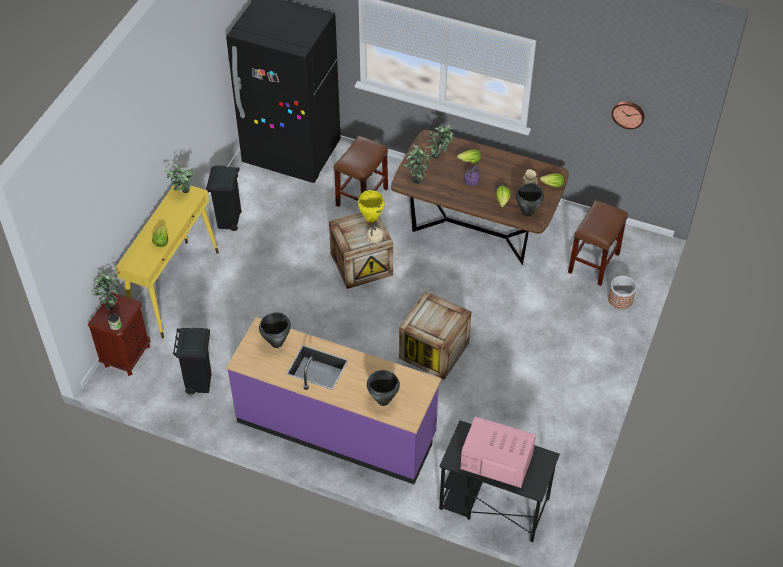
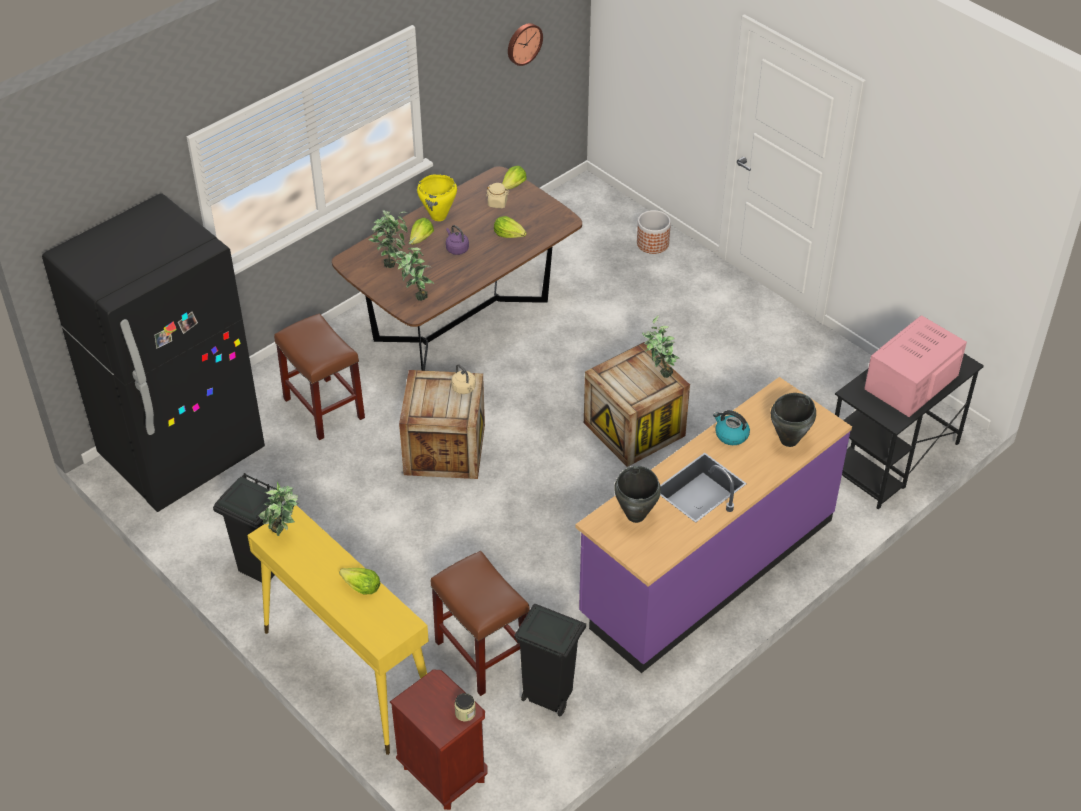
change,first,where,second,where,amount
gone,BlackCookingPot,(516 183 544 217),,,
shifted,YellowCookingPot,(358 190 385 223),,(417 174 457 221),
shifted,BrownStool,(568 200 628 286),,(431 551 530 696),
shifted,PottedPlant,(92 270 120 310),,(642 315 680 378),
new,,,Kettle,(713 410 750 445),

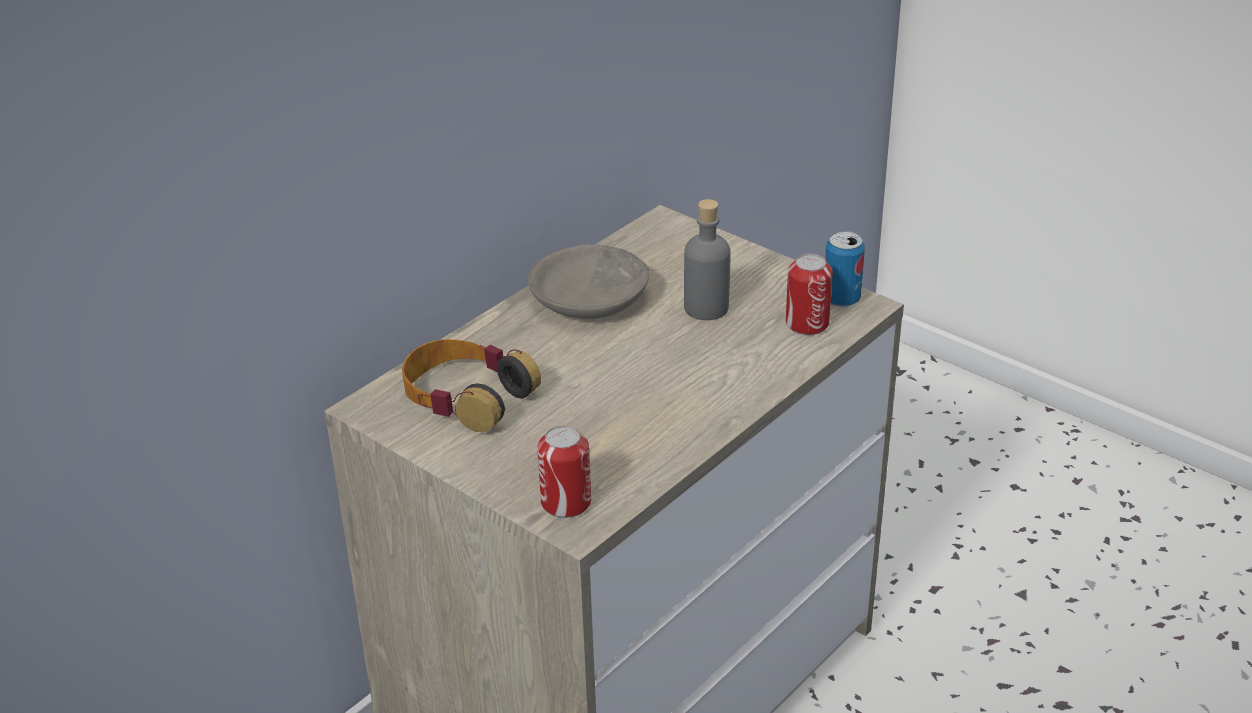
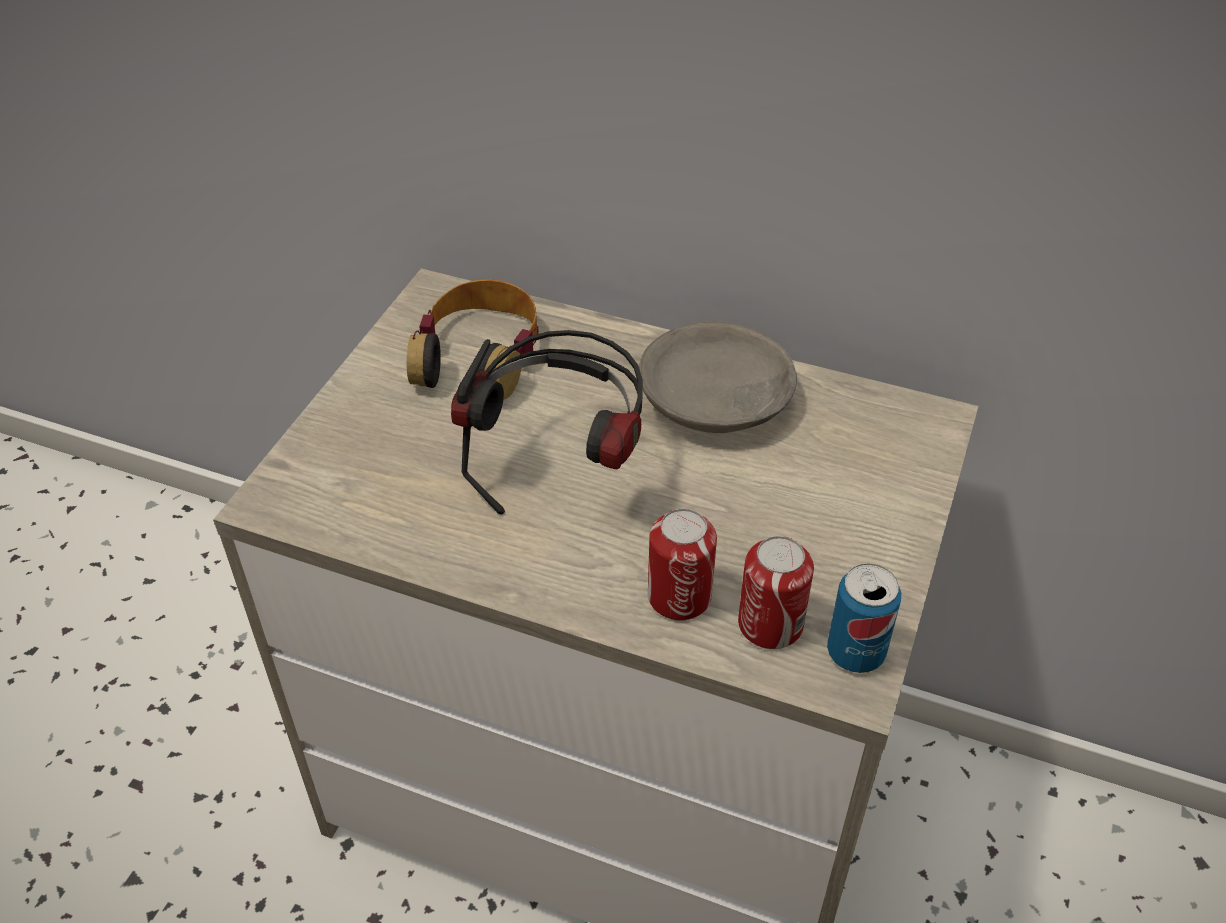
change,first,where,second,where,amount
gone,GreyBottle,(684 199 730 320),,,
shifted,Can,(537 425 591 518),,(648 509 717 621),
new,,,Headphones,(451 330 643 514),

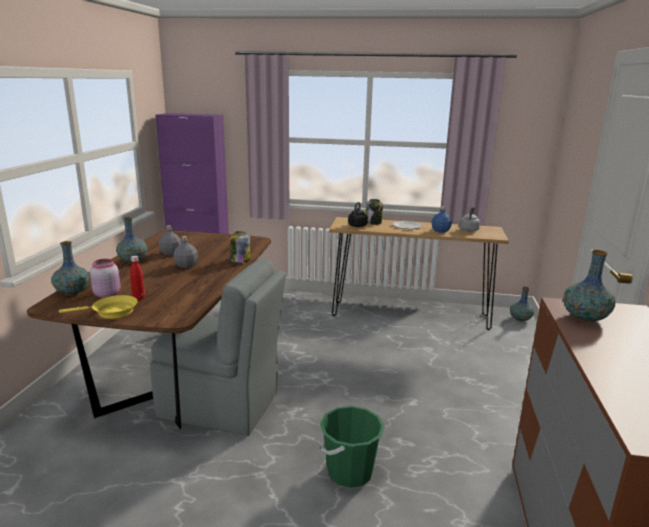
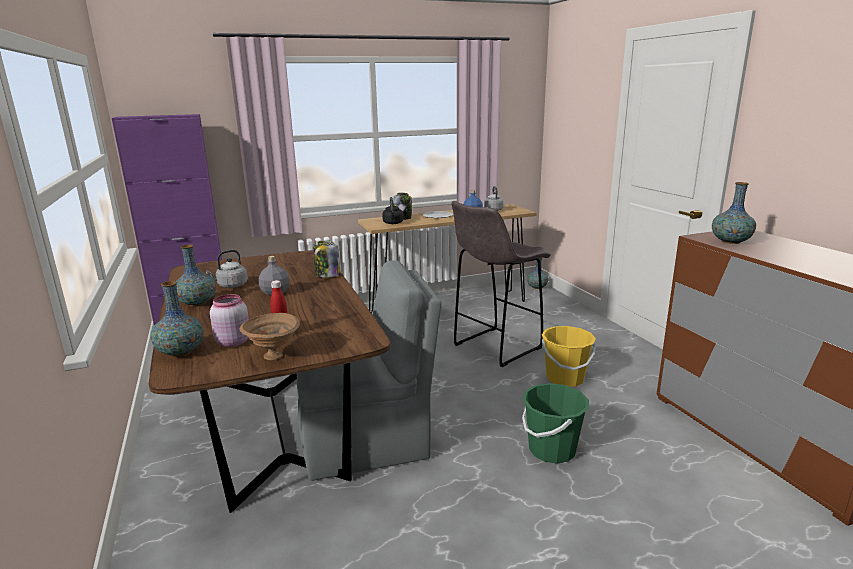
change,first,where,second,where,amount
swapped,GreyBottle,(158 225 182 255),GreyKettle,(206 250 248 288),
swapped,YellowFryingPan,(59 295 137 319),BrownBowl,(240 313 300 360),
new,,,GreyStool,(452 201 551 367),
new,,,YellowBucket,(542 326 596 387),

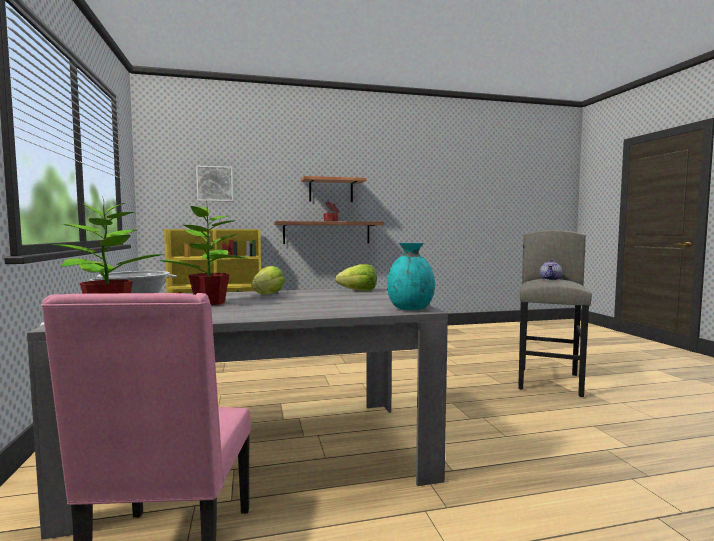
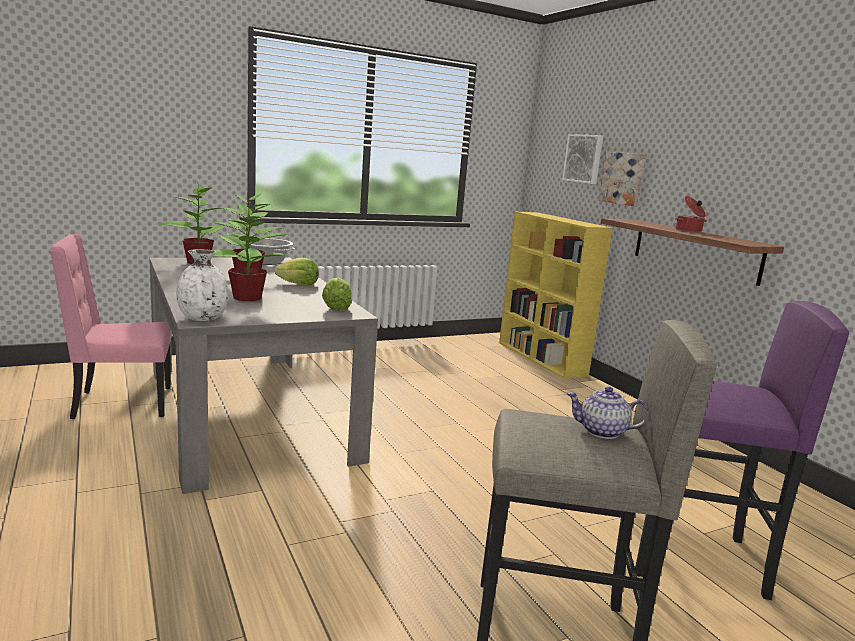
change,first,where,second,where,amount
gone,Shelf,(301 176 367 202),,,
repainted,TurquoiseVase,(387 243 435 310),WhiteVase,(176 249 229 321),
new,,,Picture,(599 152 646 206),
new,,,PottedPlant,(213 199 285 301),
new,,,PurpleStool,(635 301 849 600),

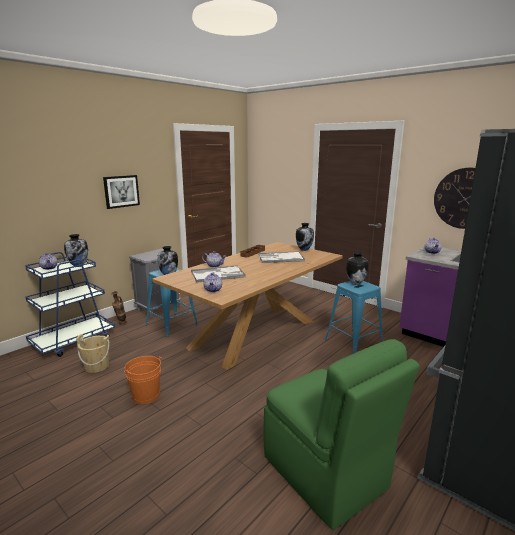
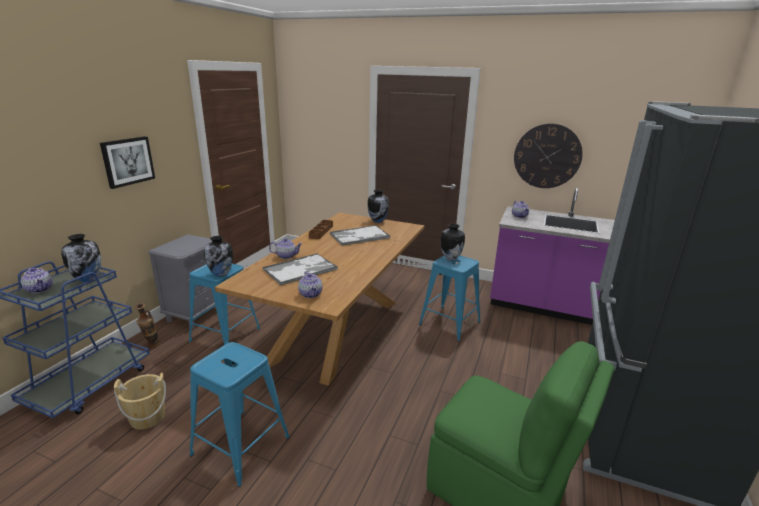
change,first,where,second,where,amount
swapped,OrangeBucket,(124 356 161 404),BlueStool,(190 342 290 487),

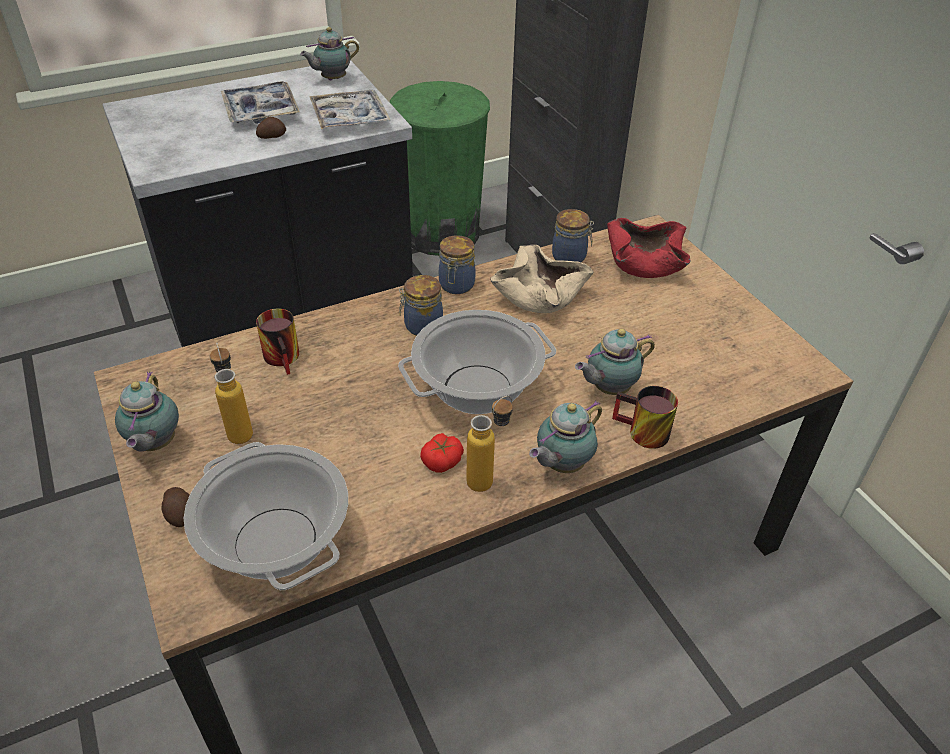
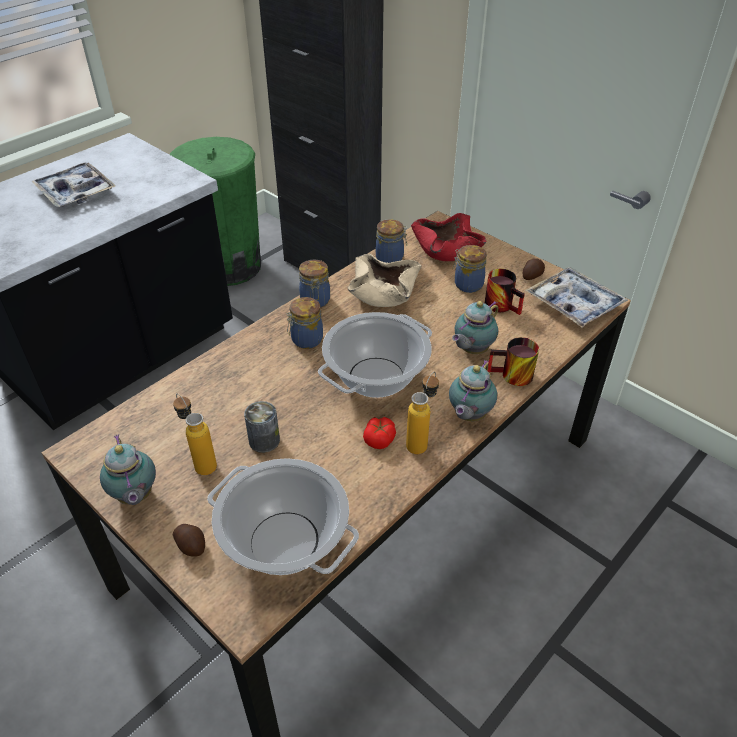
change,first,where,second,where,amount
gone,Teapot,(300 27 359 80),,,
shifted,Tray,(309 90 391 129),,(525 267 628 328),
shifted,Potato,(256 117 286 139),,(523 258 545 280),
shifted,Mug,(256 308 299 375),,(485 269 525 315),
new,,,Jar,(453 245 487 293),
new,,,Can,(244 401 280 453),

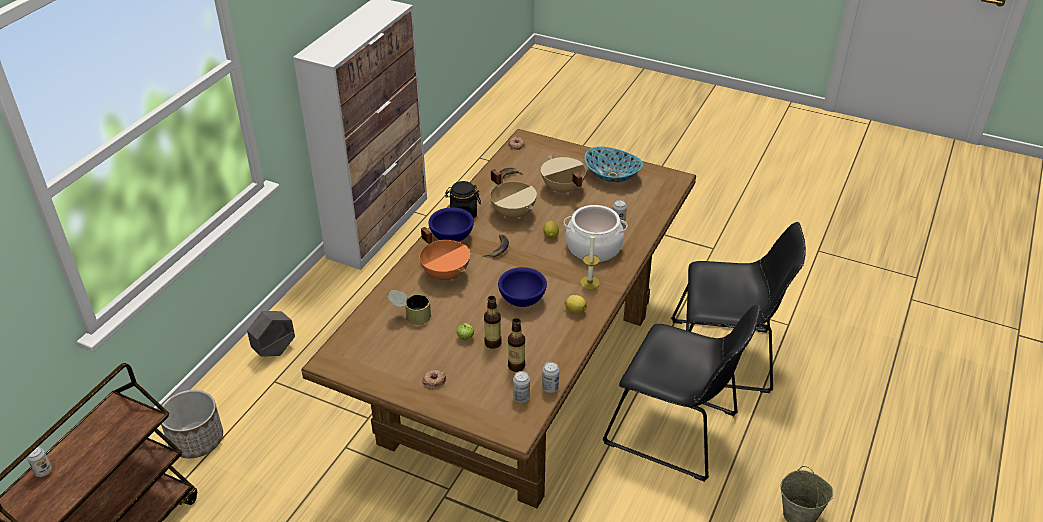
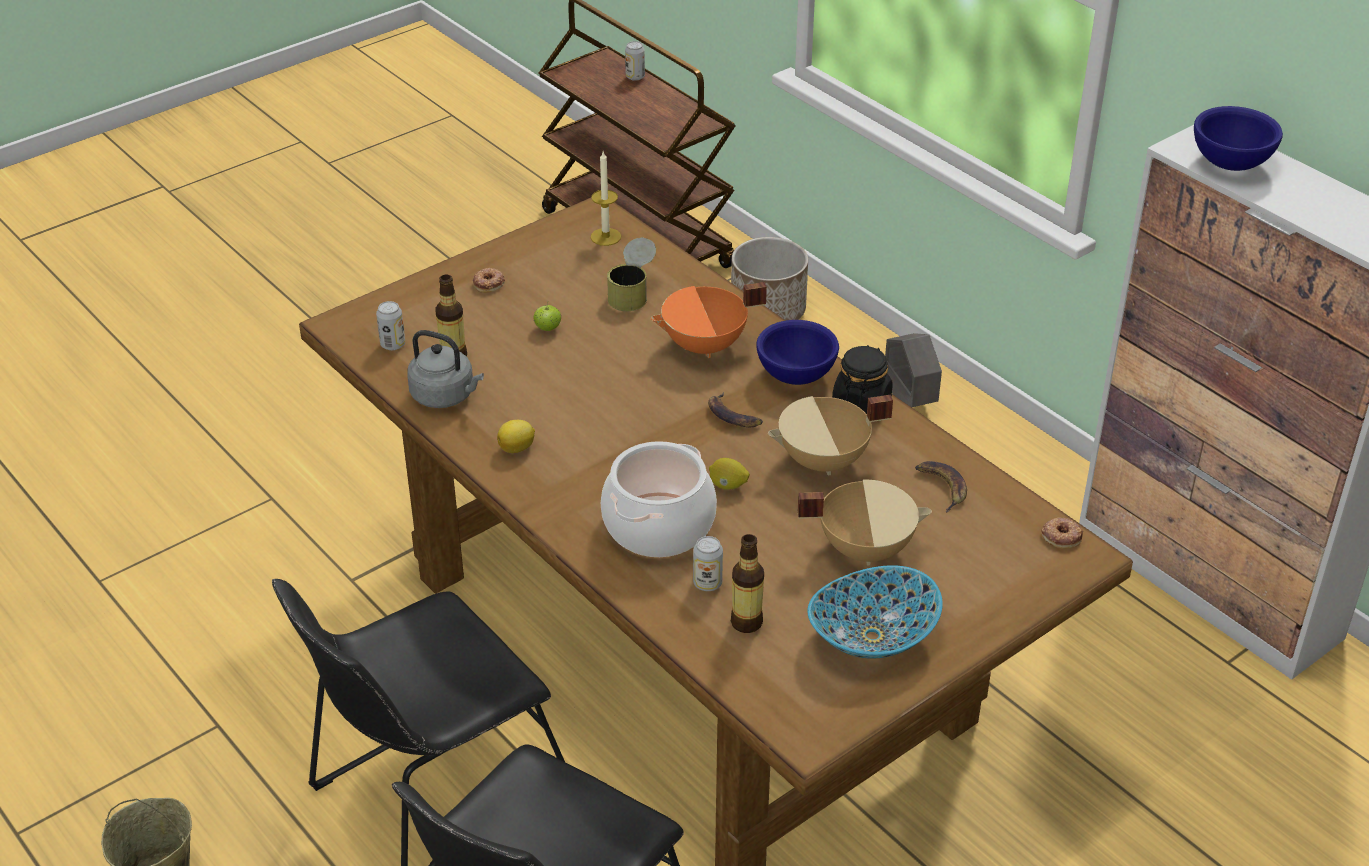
change,first,where,second,where,amount
shifted,Candle,(580 233 600 289),,(591 152 621 246),
shifted,BlueBowl,(498 267 547 307),,(1194 106 1283 171),
shifted,Bottle,(484 296 502 349),,(731 534 764 633),
gone,Can,(542 362 559 393),,,
new,,,GreyKettle,(407 330 484 408),

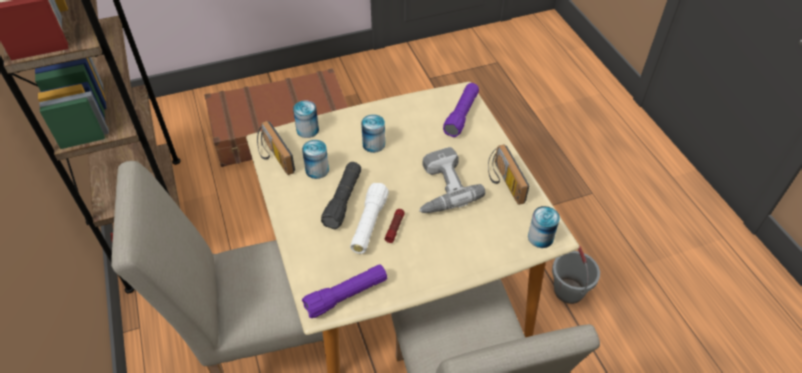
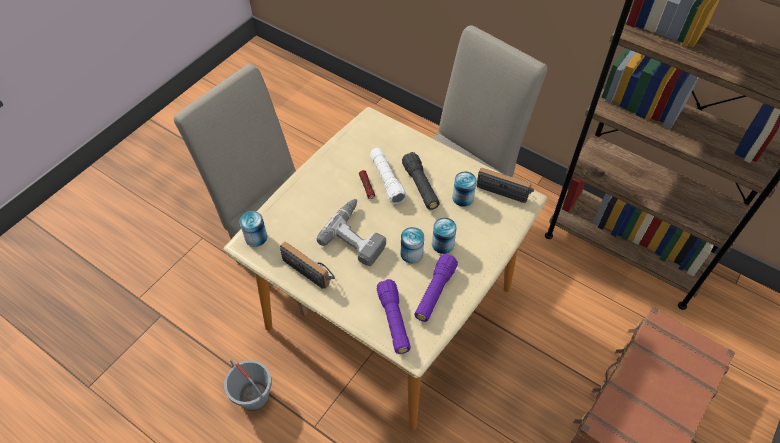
change,first,where,second,where,amount
shifted,Can,(293 100 319 138),,(401 227 424 263),
shifted,PurpleFlashlight,(302 264 387 318),,(414 254 458 322),

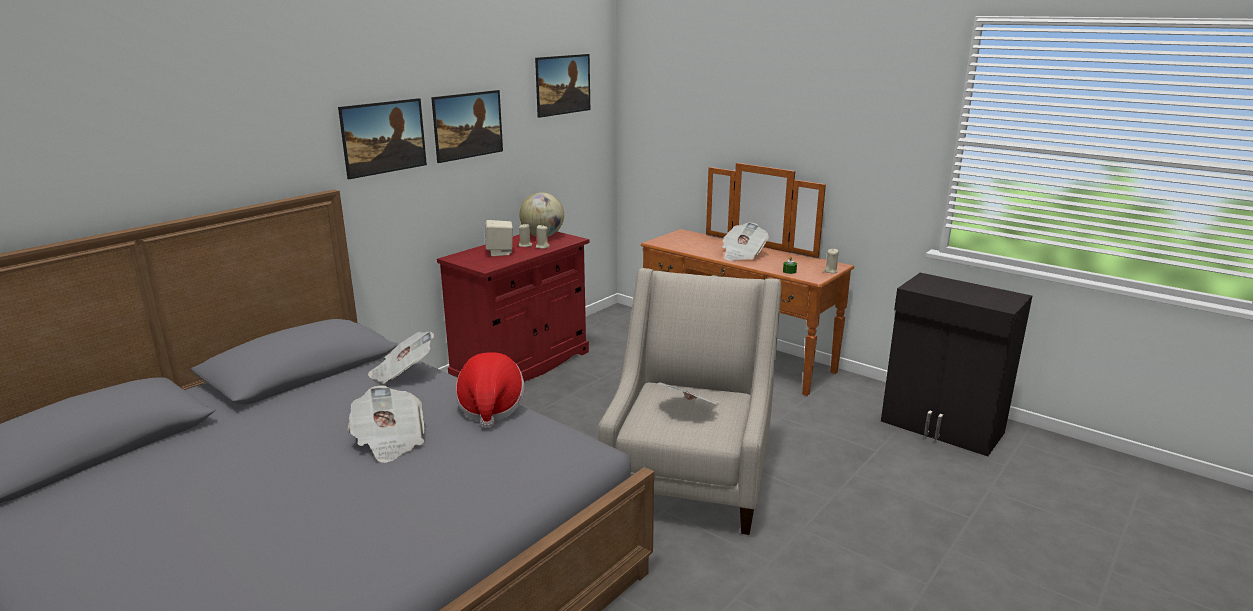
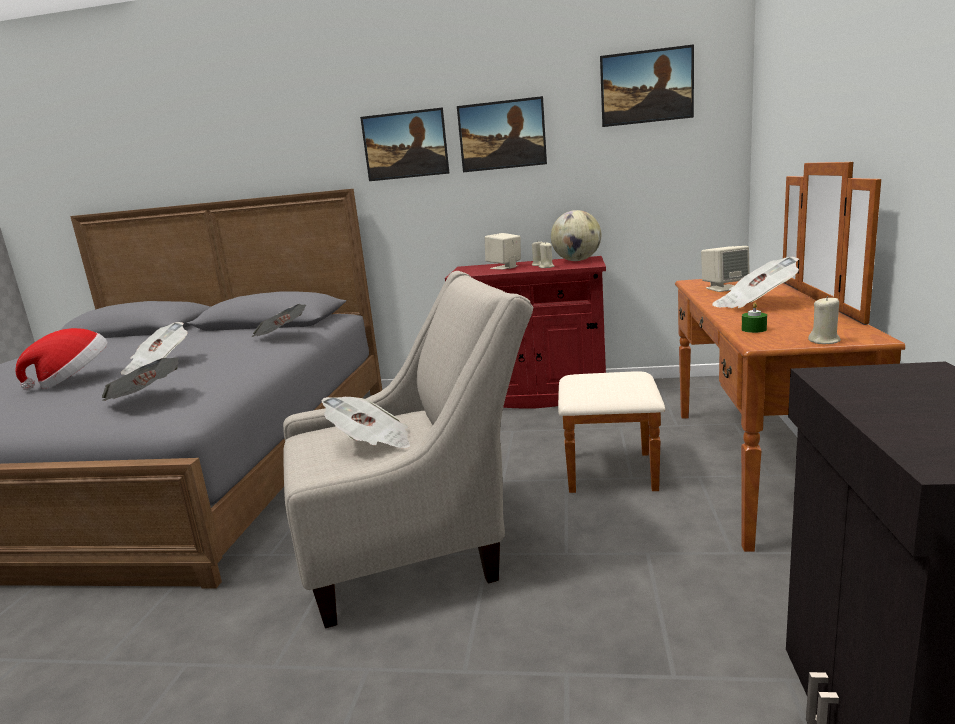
change,first,where,second,where,amount
shifted,Hat,(456 352 525 428),,(15 328 108 390),
new,,,BeigeSpeaker,(701 246 750 292),
new,,,Newspaper,(102 357 179 401),

